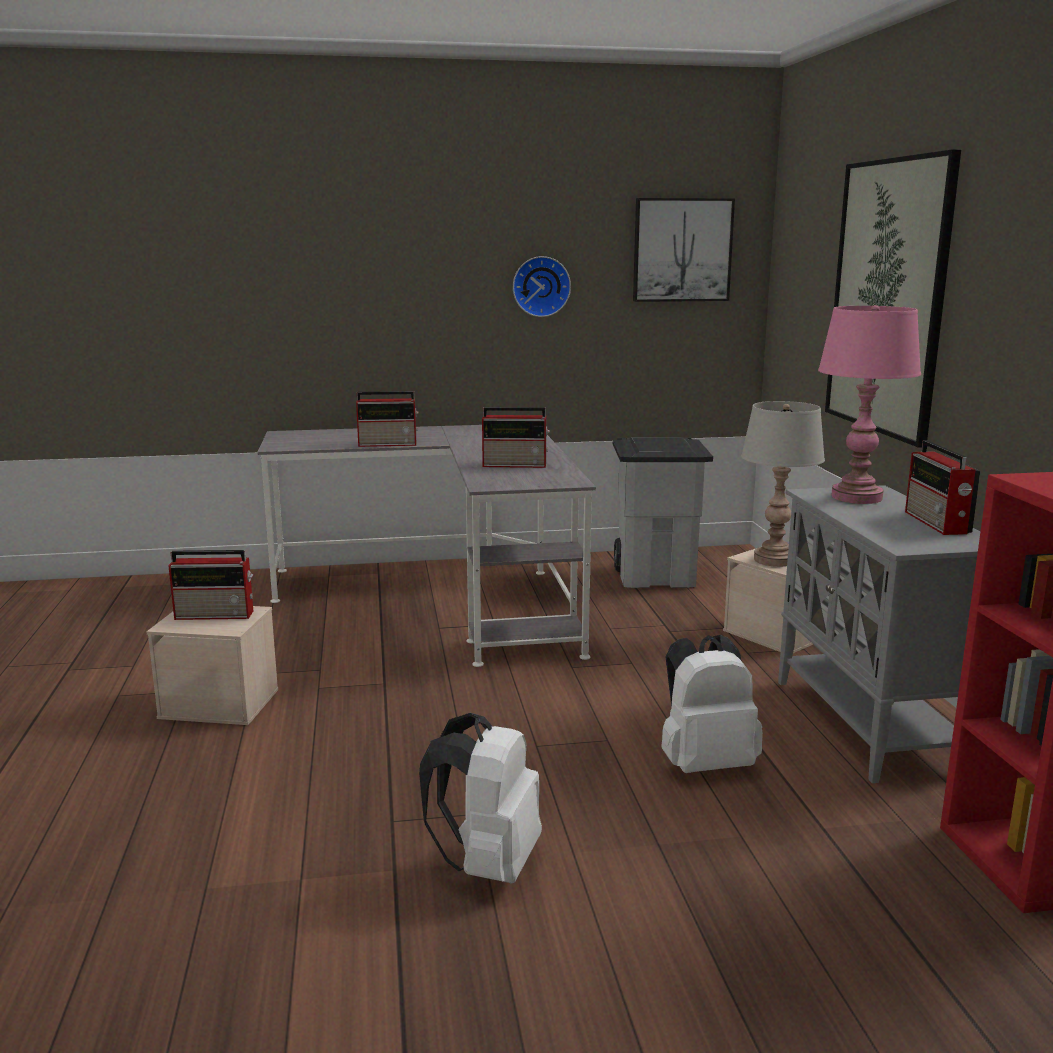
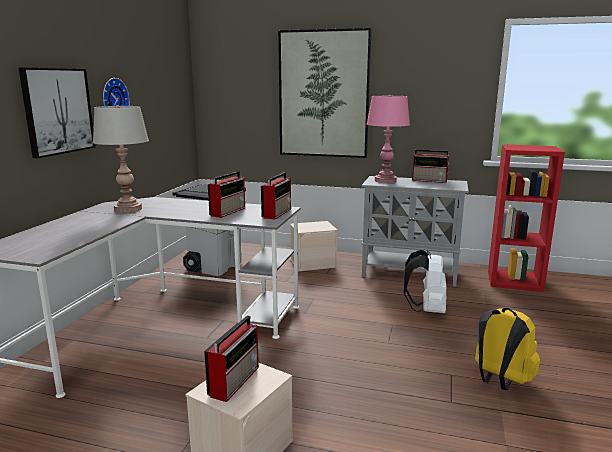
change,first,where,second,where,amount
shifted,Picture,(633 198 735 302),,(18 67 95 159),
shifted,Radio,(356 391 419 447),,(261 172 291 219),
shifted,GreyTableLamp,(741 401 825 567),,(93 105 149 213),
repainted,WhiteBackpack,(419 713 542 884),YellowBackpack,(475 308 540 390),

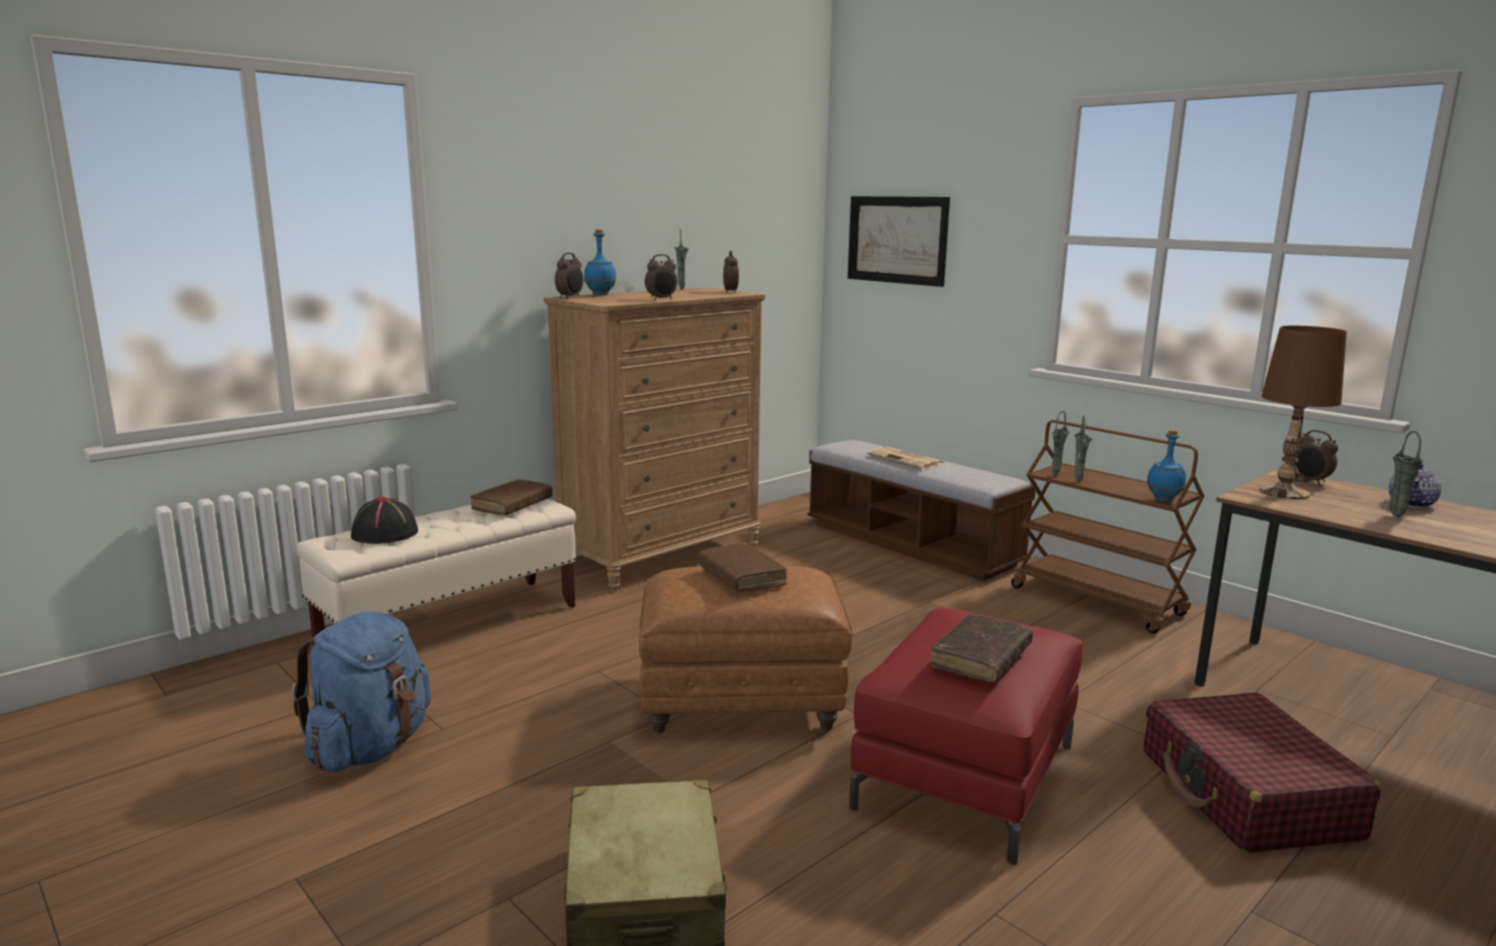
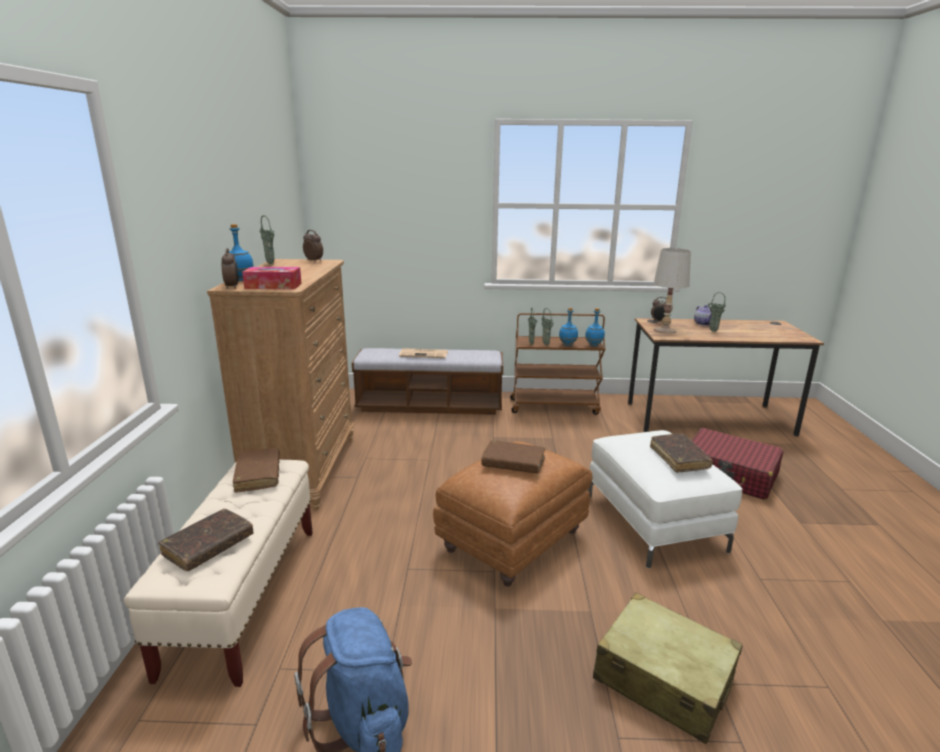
change,first,where,second,where,amount
gone,Picture,(848 196 950 287),,,
gone,AlarmClock,(645 254 677 300),,,
repainted,BrownTableLamp,(1260 326 1347 499),WhiteTableLamp,(654 248 691 334),
swapped,BlackHat,(351 497 418 544),BrownBook,(158 509 253 571),
repainted,RedOttoman,(849 608 1082 865),WhiteOttoman,(588 430 742 568),
new,,,TissueBox,(242 267 302 289),
new,,,BlueBottle,(559 308 578 346),

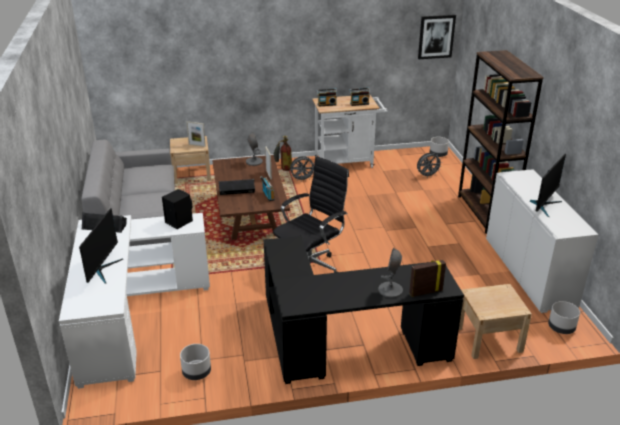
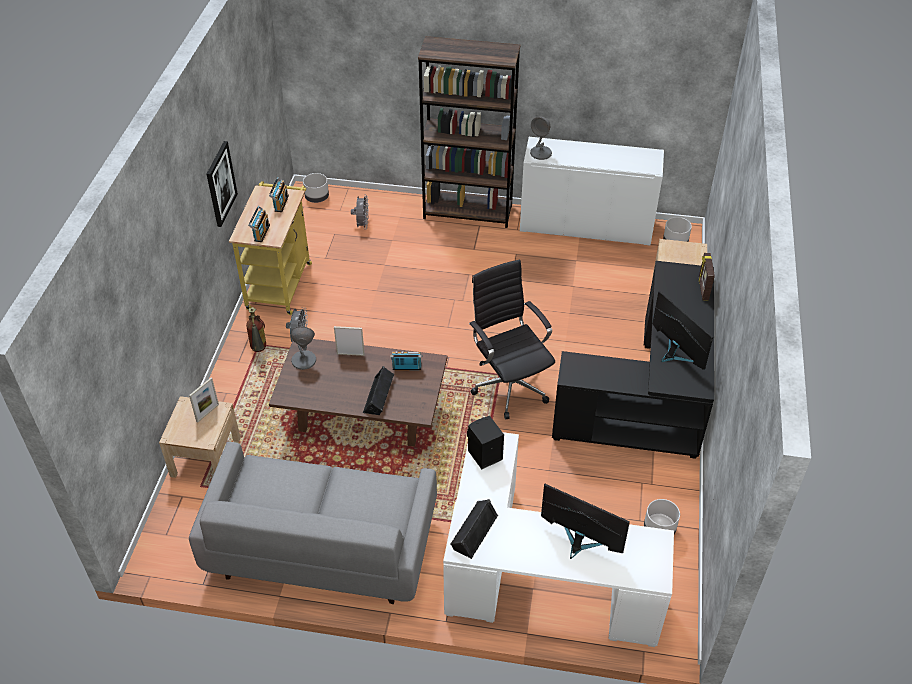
change,first,where,second,where,amount
shifted,Picture,(418 15 456 59),,(207 141 238 227),
repainted,WhiteCart,(312 94 388 168),YellowCart,(229 181 312 315),
shifted,Monitor,(530 154 566 217),,(652 290 713 370),
shifted,GreyTableLamp,(378 248 403 298),,(530 117 552 160),

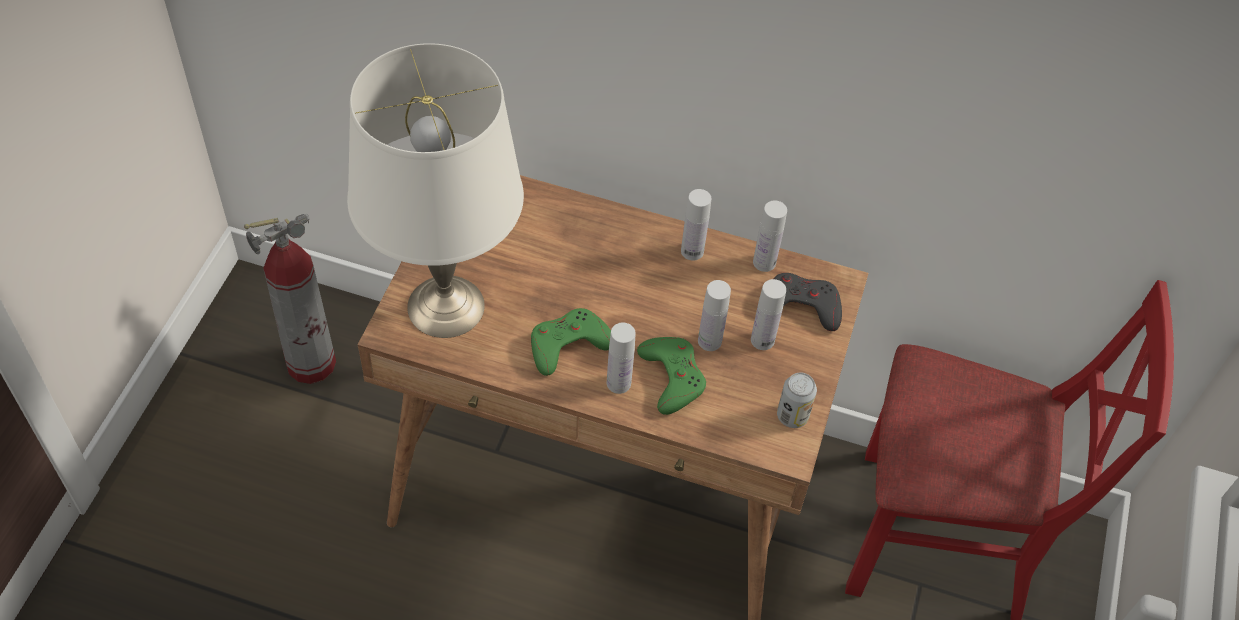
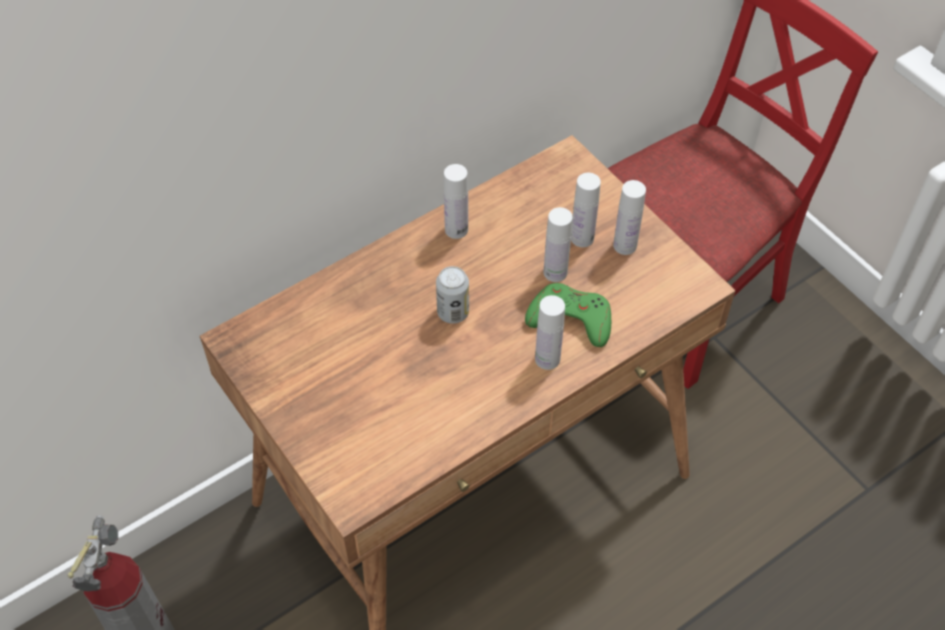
change,first,where,second,where,amount
gone,WhiteTableLamp,(347 43 524 338),,,
shifted,WhiteBottle,(753 201 787 272),,(613 180 646 255),
gone,GreyGameController,(773 273 842 331),,,
gone,GreenGameController,(531 308 611 376),,,
shifted,Can,(777 373 817 428),,(436 266 469 324),

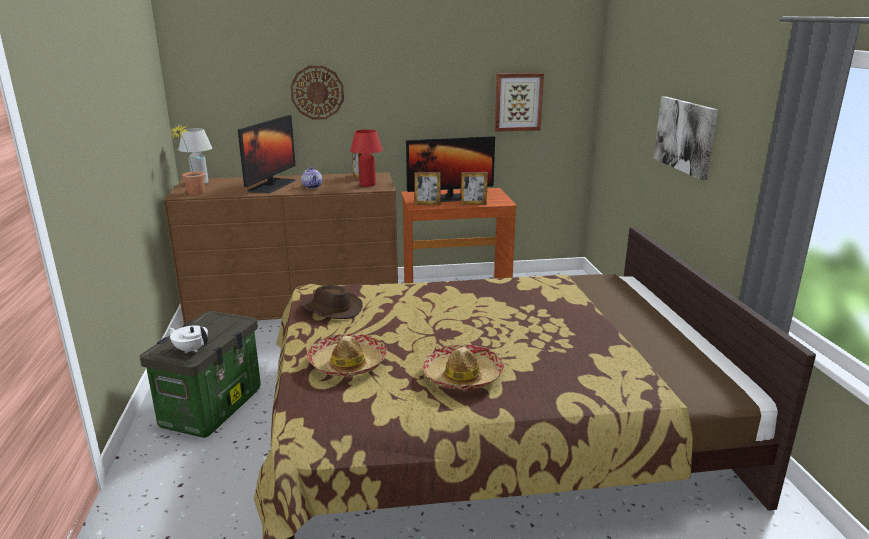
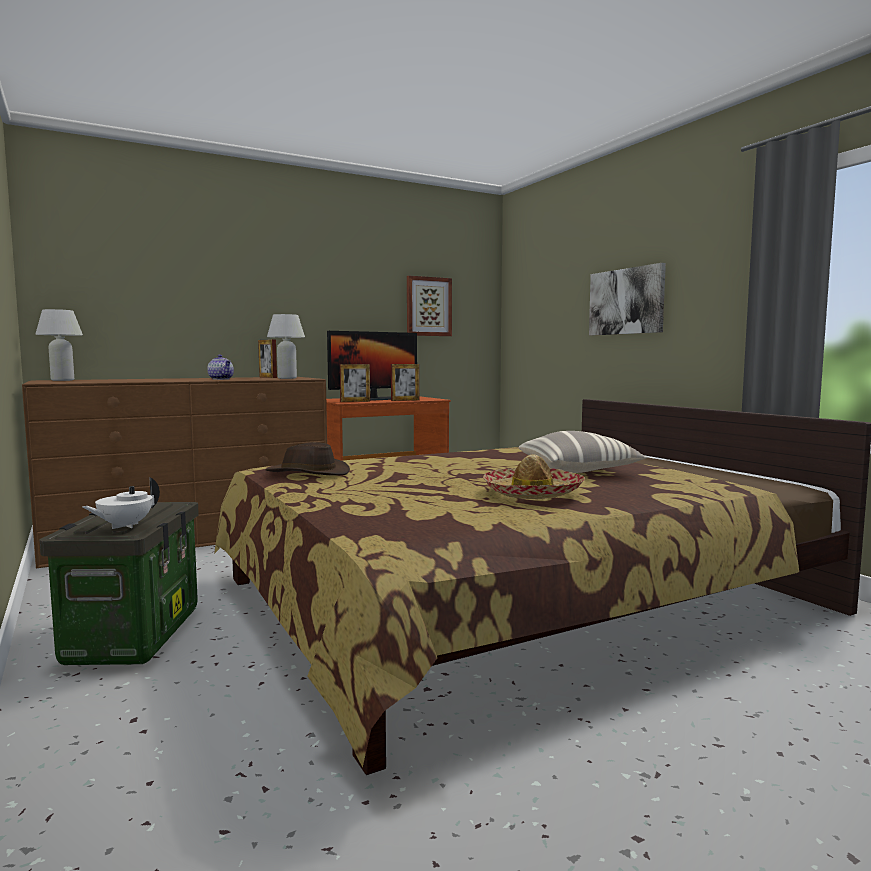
change,first,where,second,where,amount
gone,WallClock,(290 66 344 120),,,
gone,Monitor,(238 115 296 193),,,
gone,PottedPlant,(168 124 206 195),,,
repainted,RedTableLamp,(350 129 383 187),WhiteTableLamp,(267 314 305 379),
rotated,WhiteTeapot,(170 326 208 354),,(82 477 160 529),60 degrees counterclockwise
gone,Hat,(307 334 387 376),,,
new,,,Pillow,(519 431 647 473),

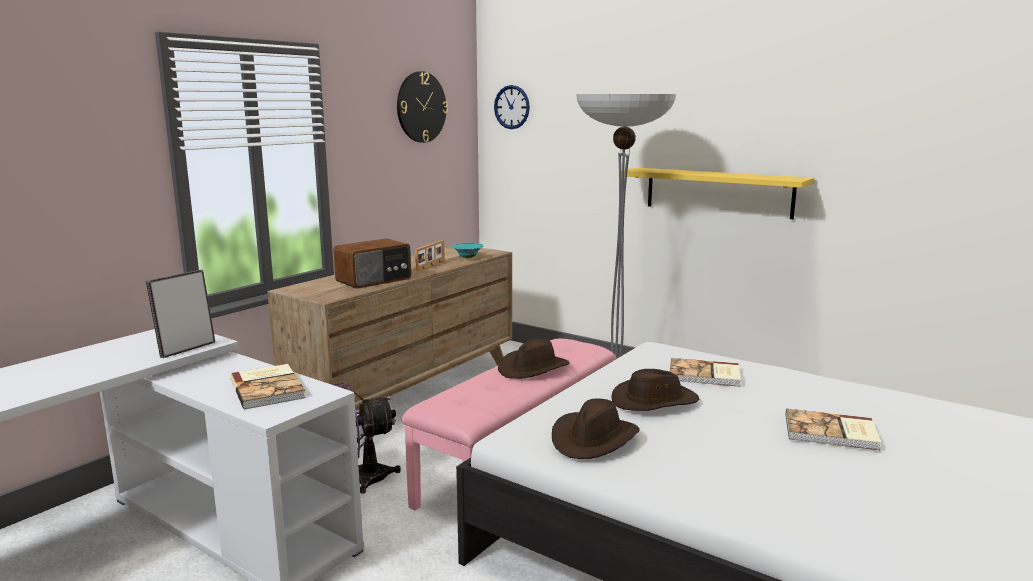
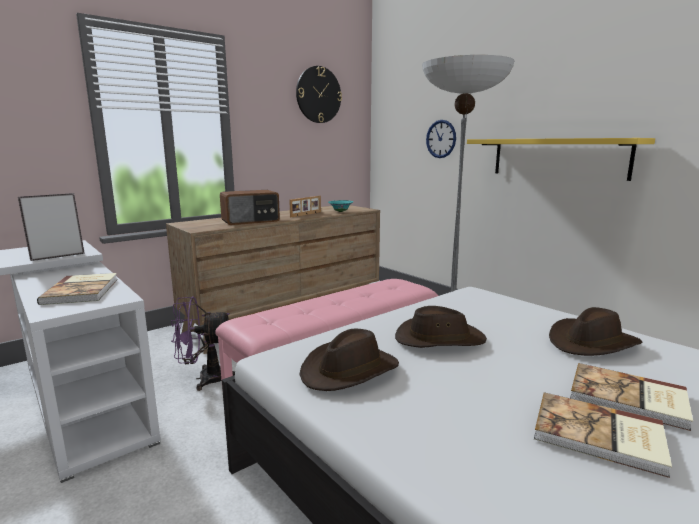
change,first,where,second,where,amount
shifted,WallClock,(494 85 530 129),,(426 120 456 158),
shifted,BrownHat,(498 339 570 379),,(549 307 642 356),
shifted,Book,(670 358 741 387),,(534 392 672 478),

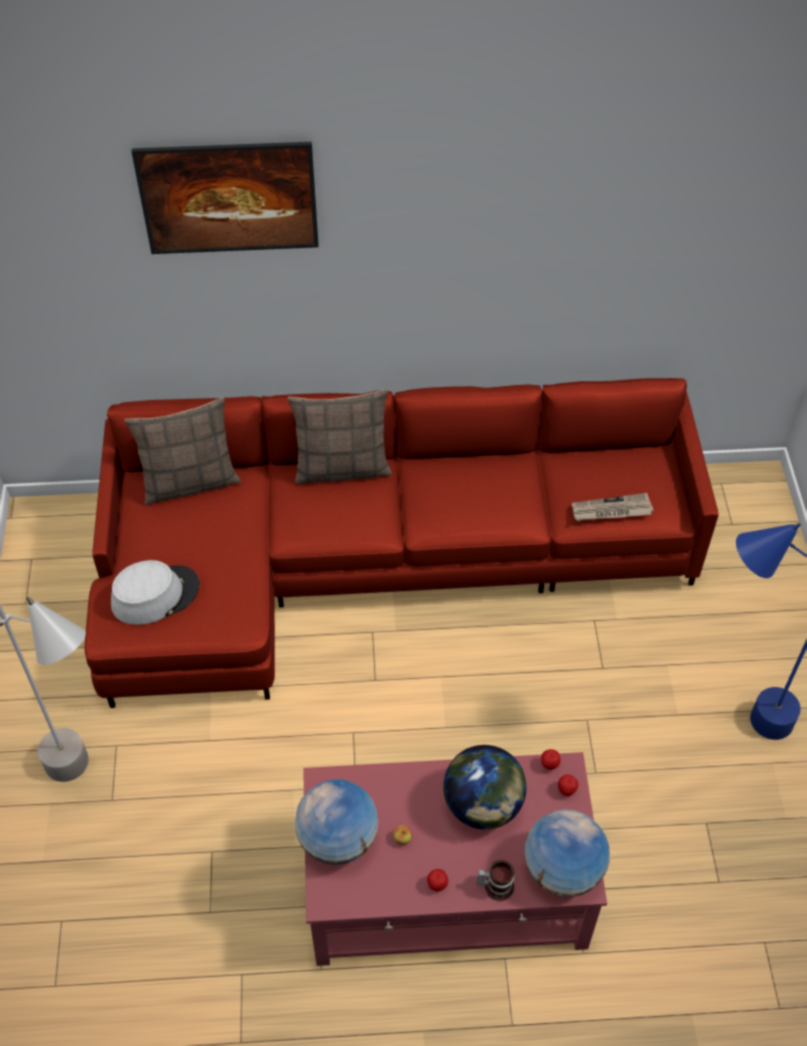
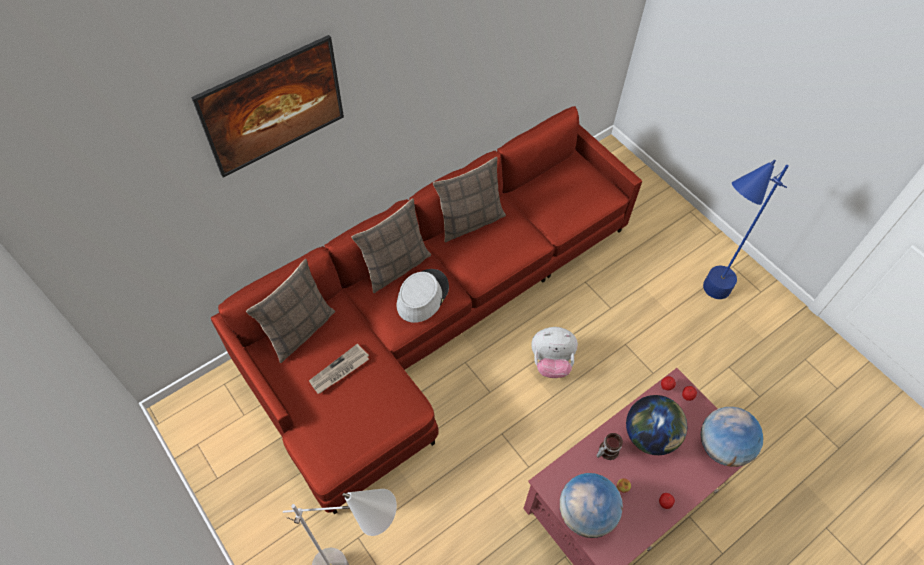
change,first,where,second,where,amount
shifted,Newspaper,(572 493 653 521),,(309 343 369 394),
shifted,GreyHat,(111 560 199 625),,(397 269 449 323),
shifted,Mug,(477 860 514 901),,(596 433 623 460),
new,,,Pillow,(433 157 506 242),
new,,,PlushToy,(531 327 578 378),

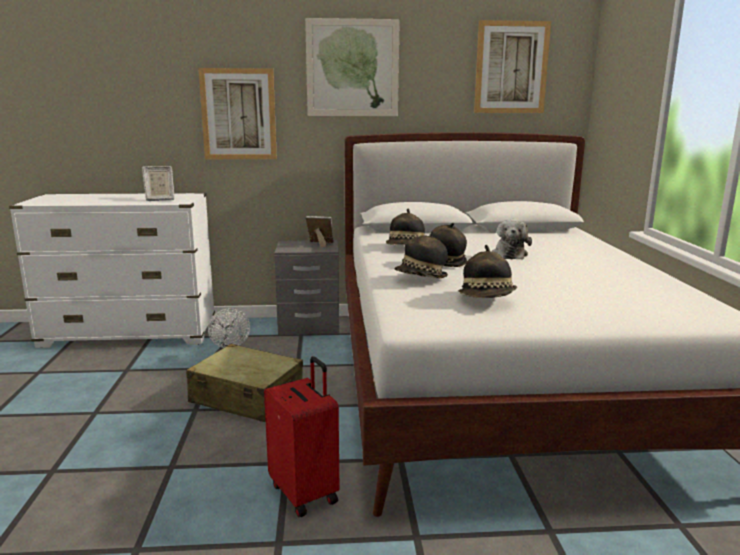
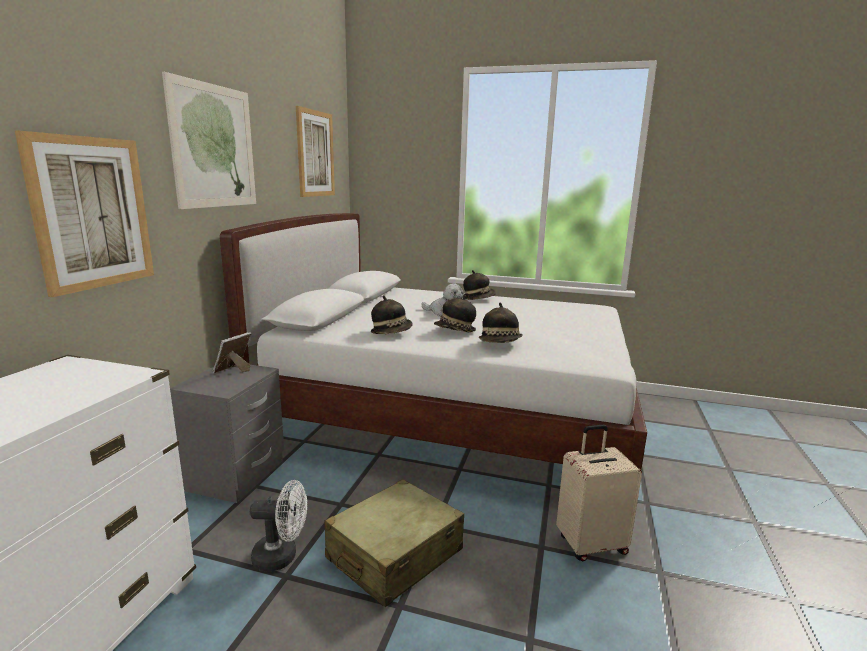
change,first,where,second,where,amount
gone,PictureFrame,(142 166 174 201),,,
shifted,Hat,(459 245 517 298),,(463 270 496 300),
repainted,RedSuitcase,(264 356 339 517),BeigeSuitcase,(556 425 642 561),

